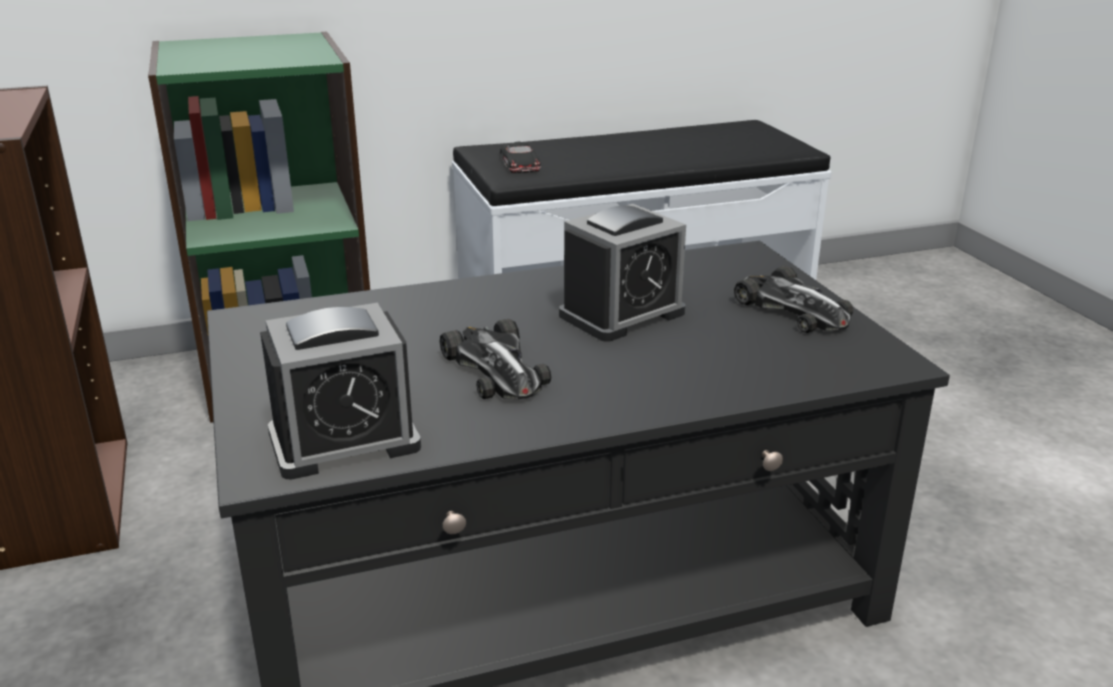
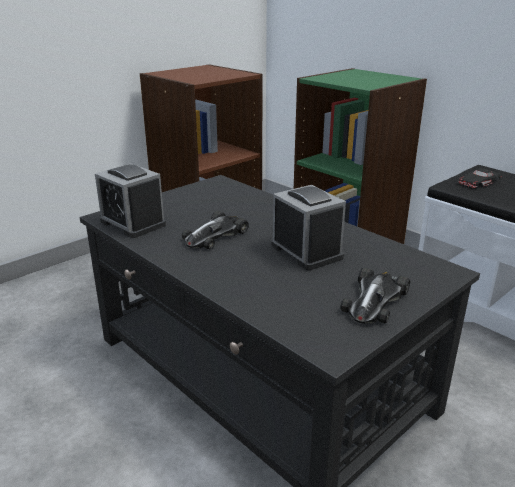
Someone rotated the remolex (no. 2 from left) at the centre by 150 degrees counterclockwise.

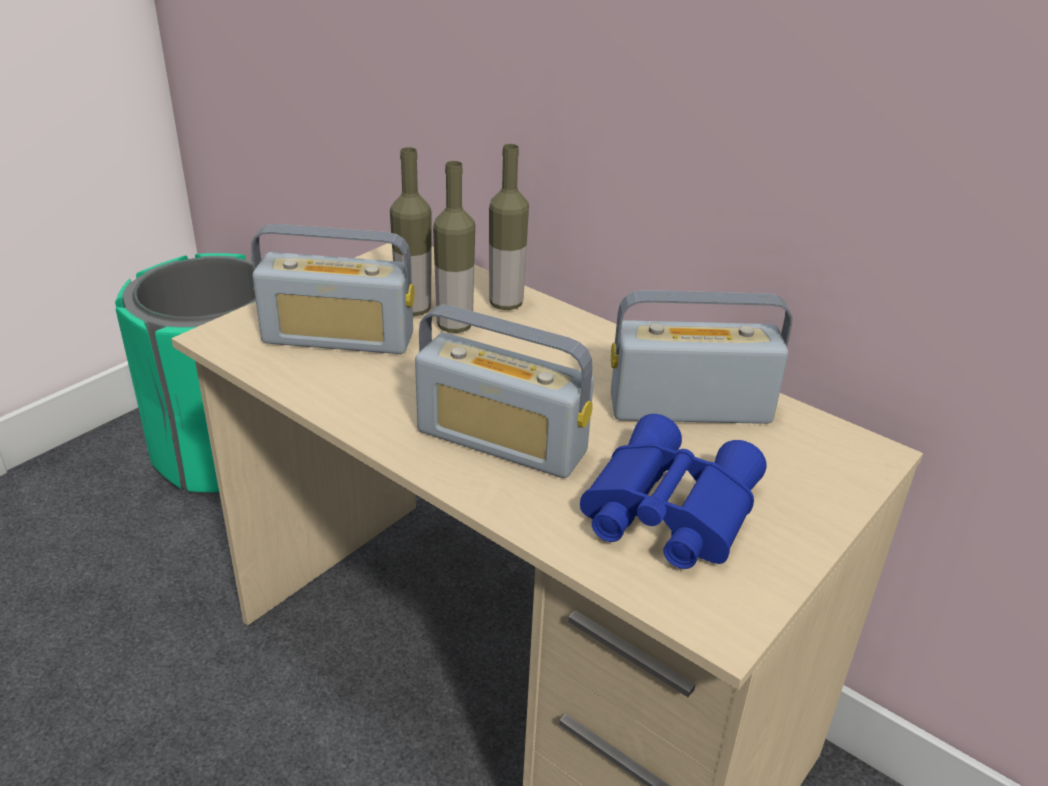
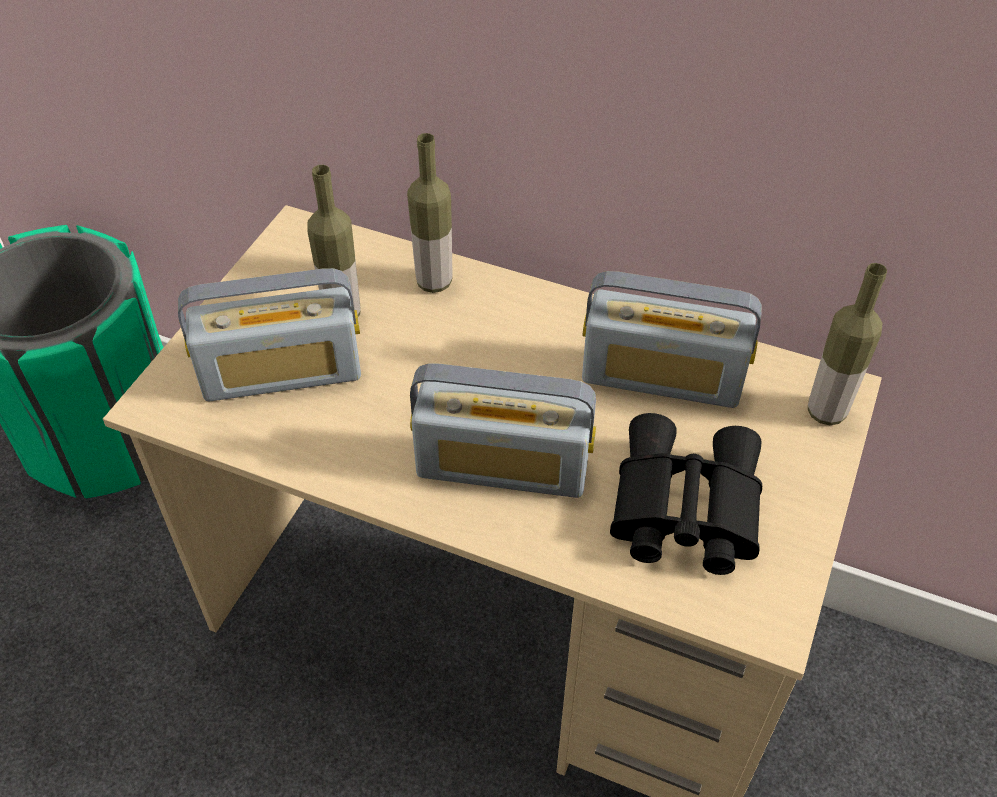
Someone carried the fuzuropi (no. 2 from left in the first image) from the top centre to the middle right. Someone repainted the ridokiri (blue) at the centre, which became the ridokiri (black) at the middle right. Someone rotated the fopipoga (no. 3 from left) at the middle right by 150 degrees counterclockwise.

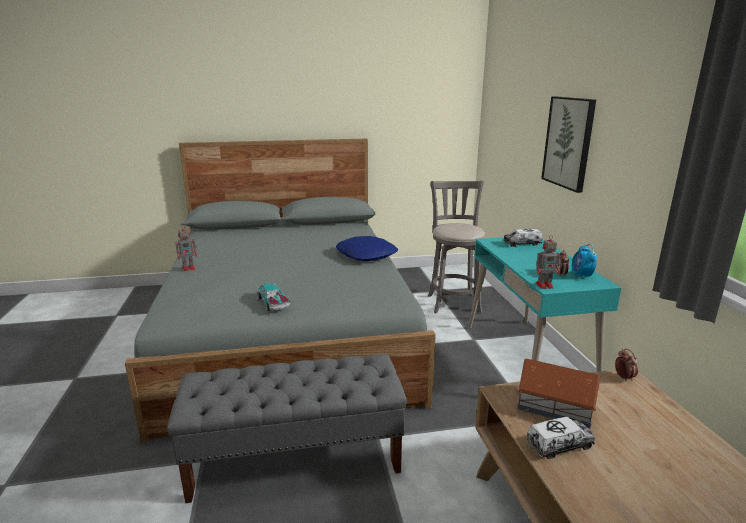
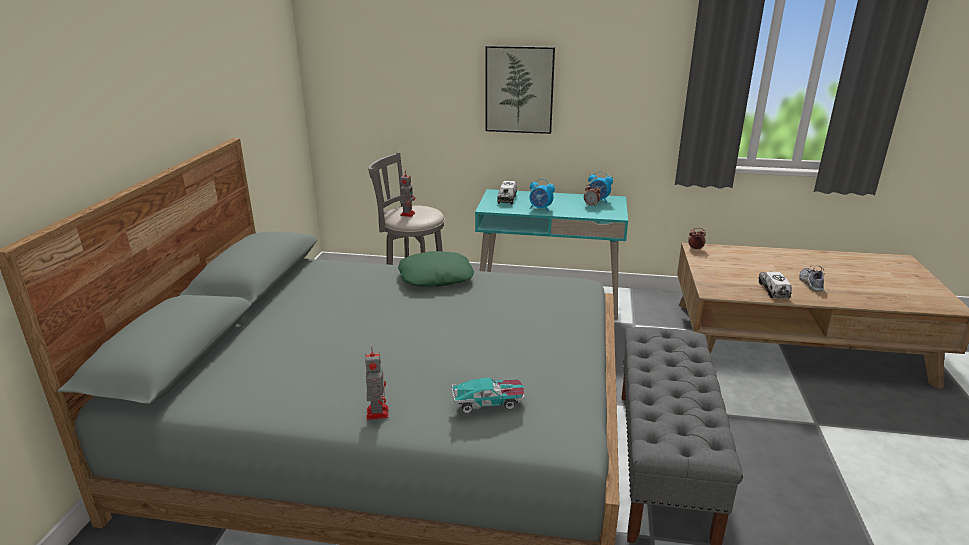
Someone carried the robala from the centre to the bottom centre. Someone repainted the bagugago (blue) at the centre, which became the bagugago (green) at the centre. Someone took away the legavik at the bottom right. Someone carried the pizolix (no. 2 from left) from the middle right to the centre. Someone put down the remolex (no. 1 from left) at the centre. Someone put down the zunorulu at the middle right.

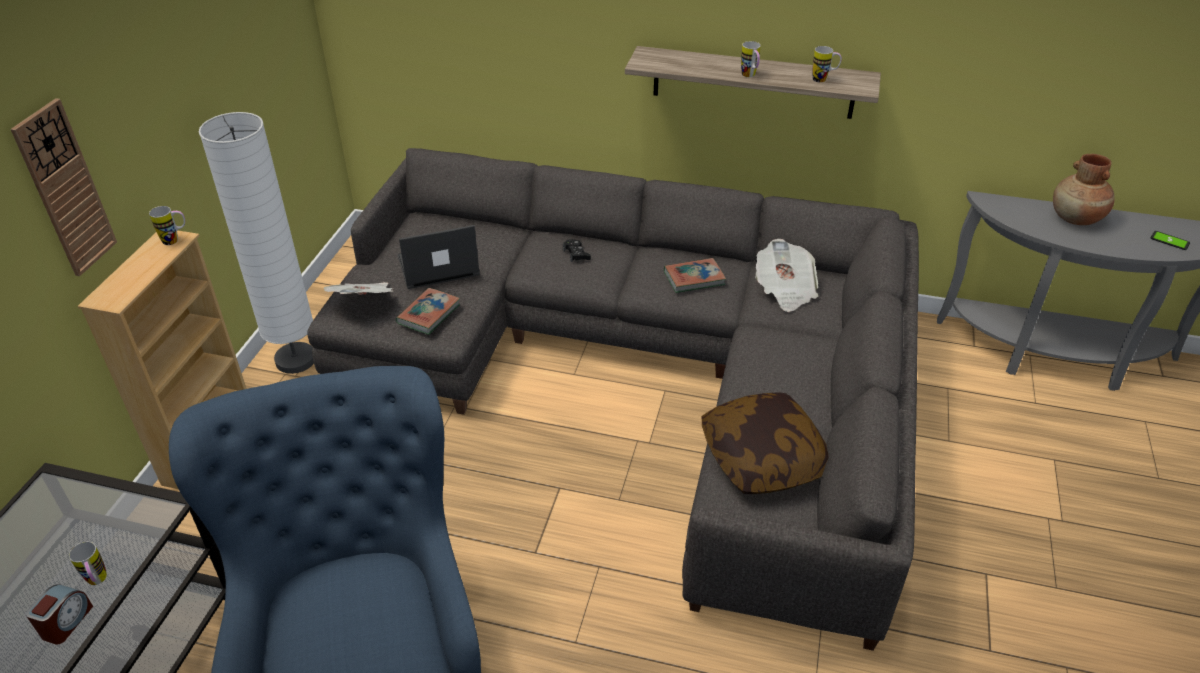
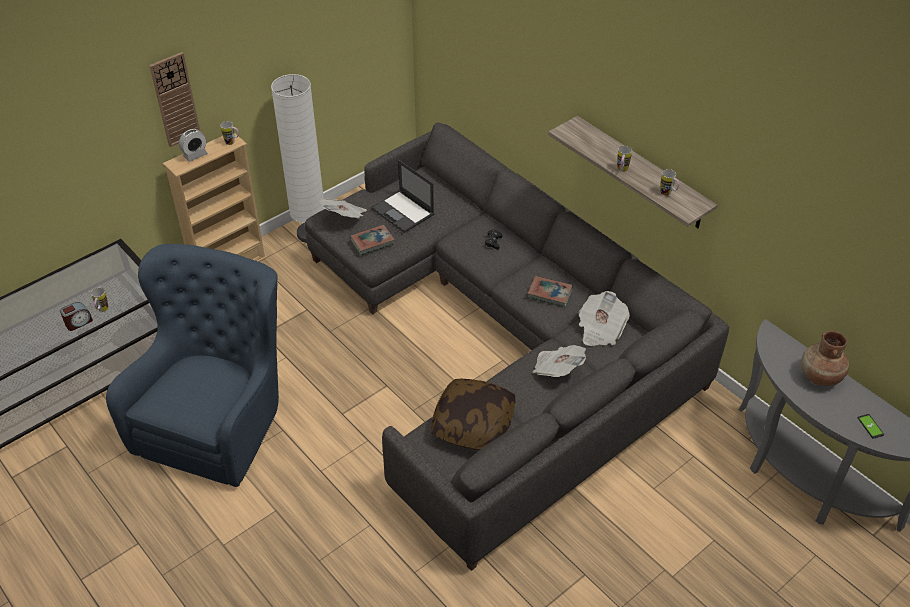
Someone rotated the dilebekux at the centre by 150 degrees counterclockwise. Someone put down the remolex (no. 2 from left) at the top left. Someone put down the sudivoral (no. 2 from left) at the centre.

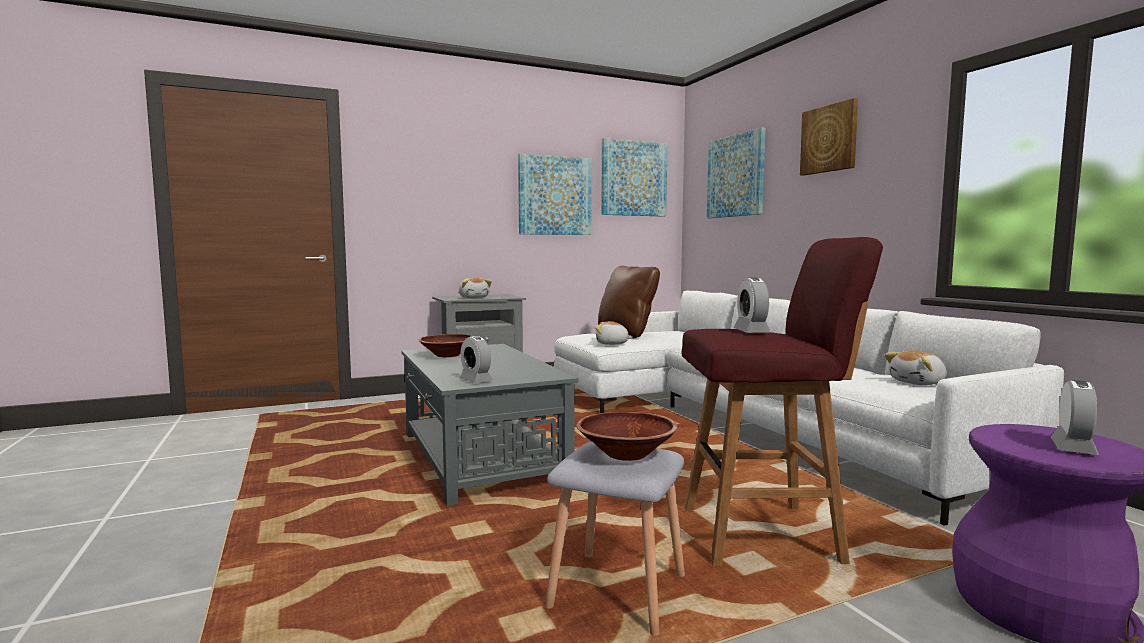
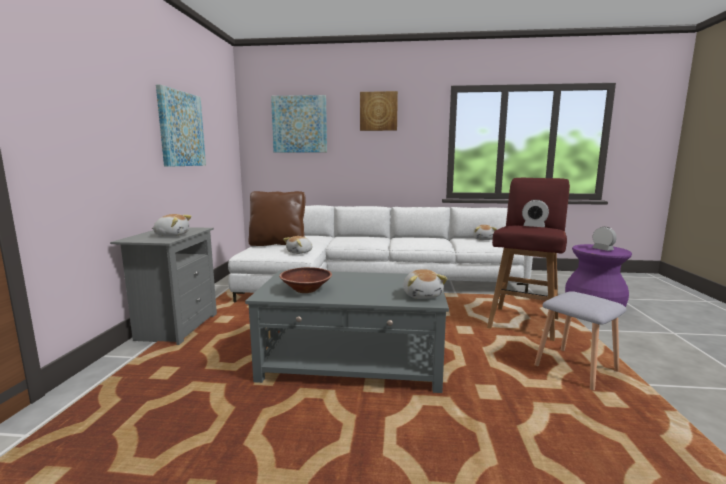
Someone swapped the remolex (no. 1 from left) at the centre for the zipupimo (no. 3 from left) at the centre. Someone took away the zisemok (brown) (no. 2 from left) at the bottom centre. Someone took away the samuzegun (no. 2 from left) at the top centre.

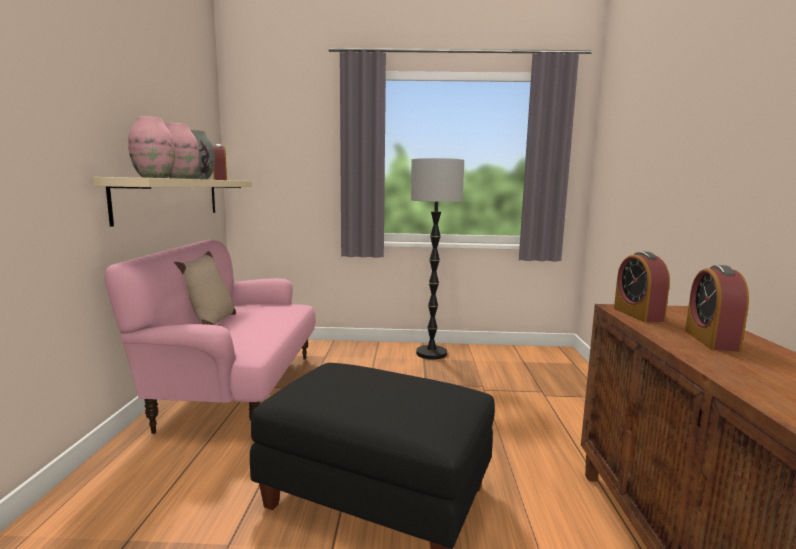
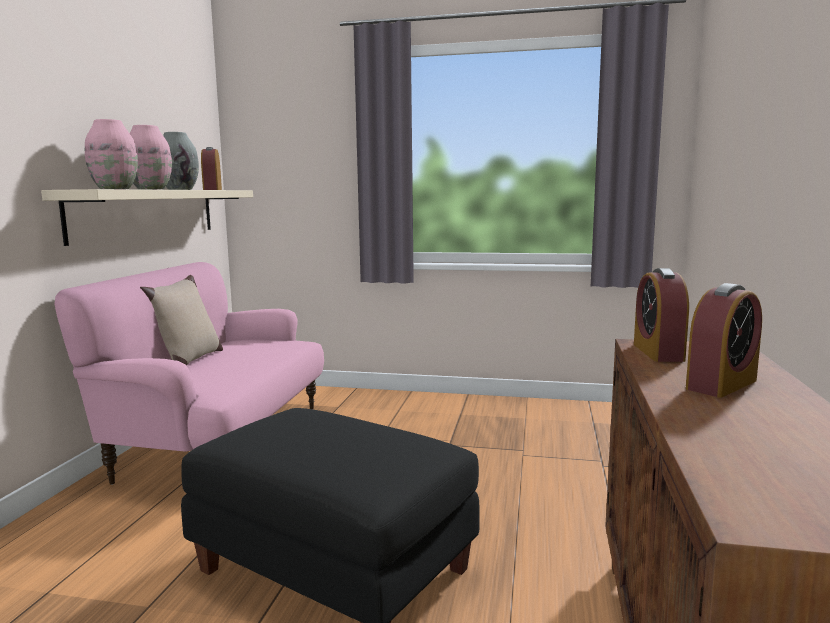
Someone took away the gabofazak at the centre. Someone rotated the remolex (no. 3 from left) at the middle right by 150 degrees counterclockwise.

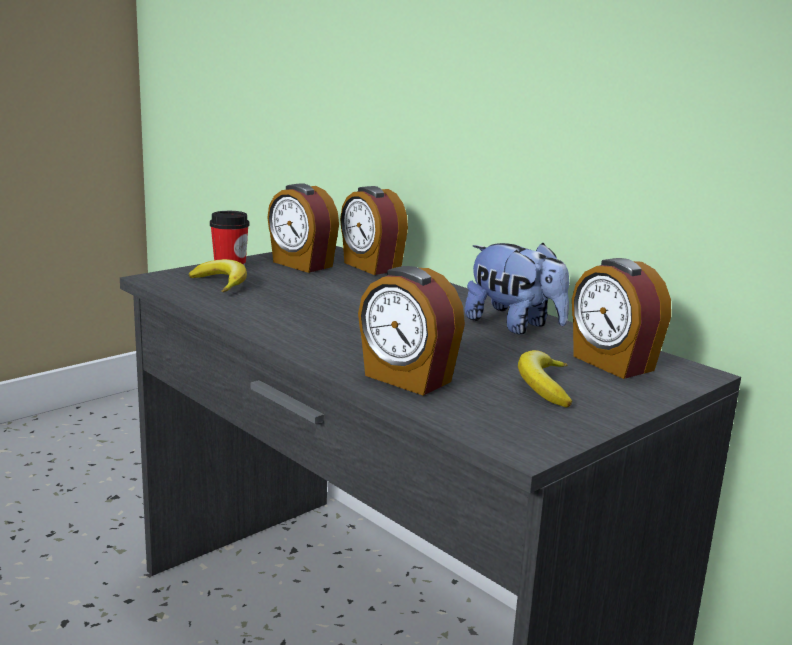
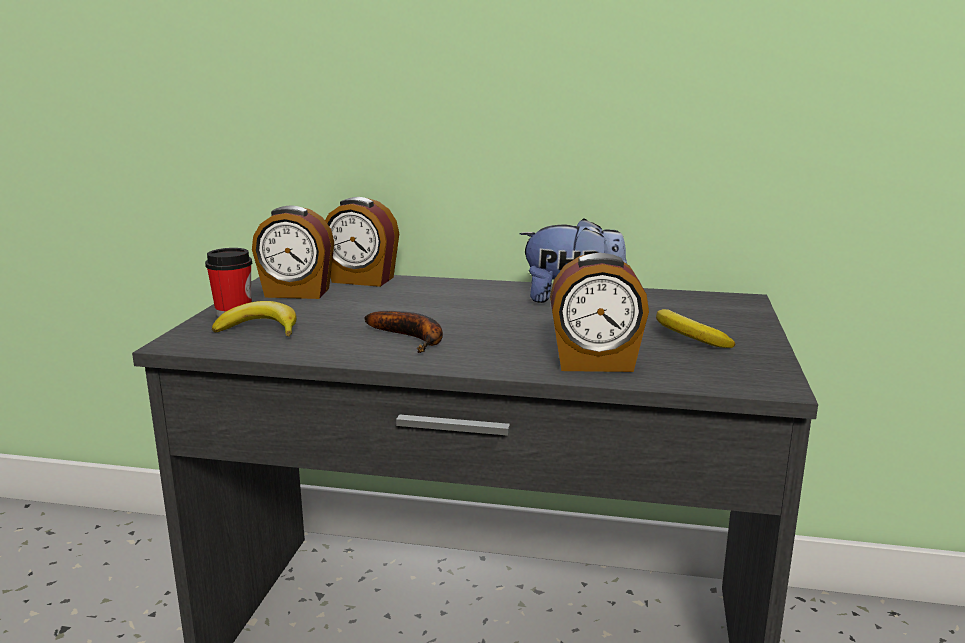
Someone took away the remolex (no. 4 from left) at the middle right. Someone put down the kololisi (no. 2 from left) at the centre.

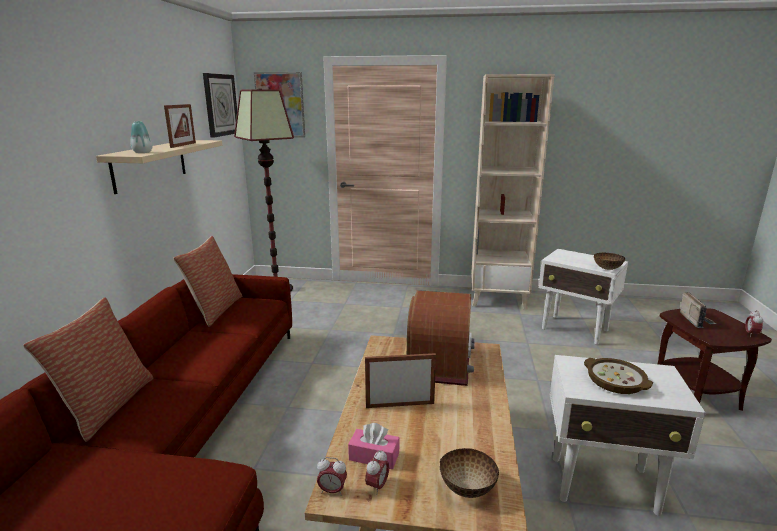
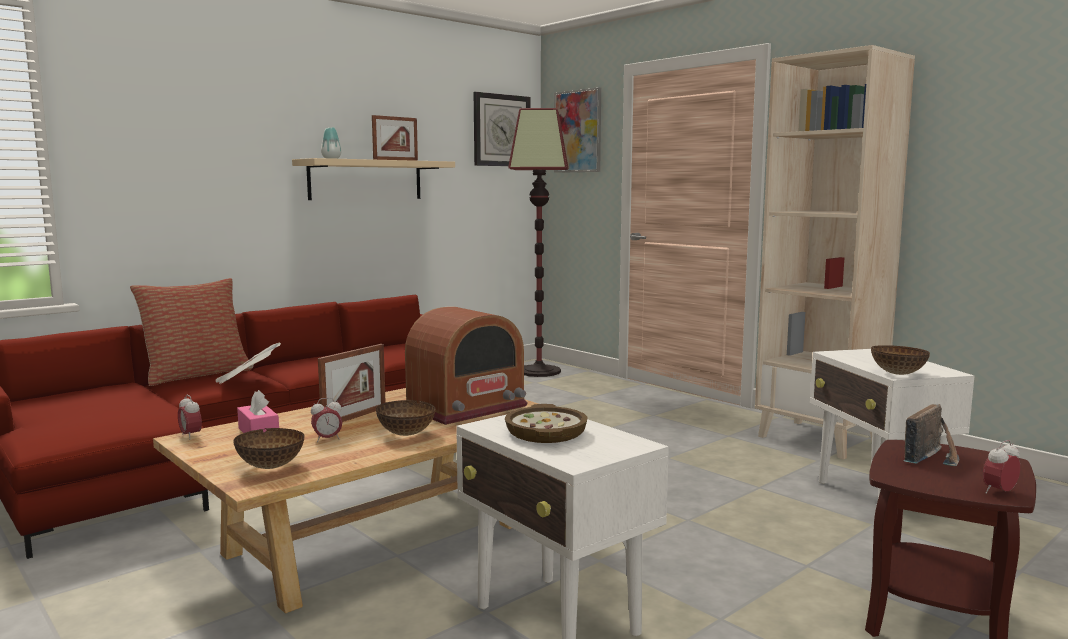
Someone took away the bagugago (no. 2 from left) at the middle left. Someone rotated the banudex (no. 2 from left in the first image) at the bottom centre by 90 degrees clockwise. Someone carried the remolex (no. 2 from left) from the bottom centre to the middle left. Someone put down the sudivoral at the middle left. Someone put down the zisemok (no. 2 from left) at the centre.

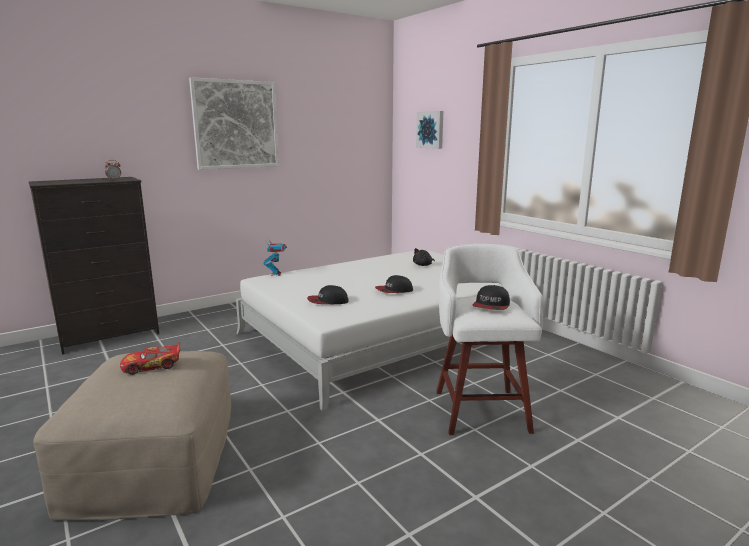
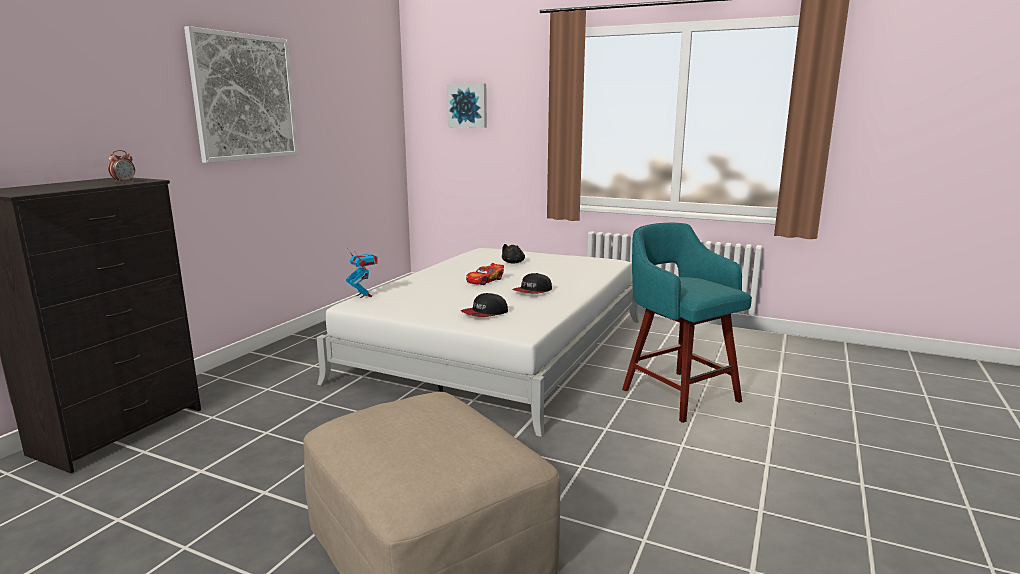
Someone carried the robala from the middle left to the centre. Someone repainted the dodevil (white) at the centre, which became the dodevil (turquoise) at the middle right. Someone took away the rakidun (no. 3 from left) at the centre.

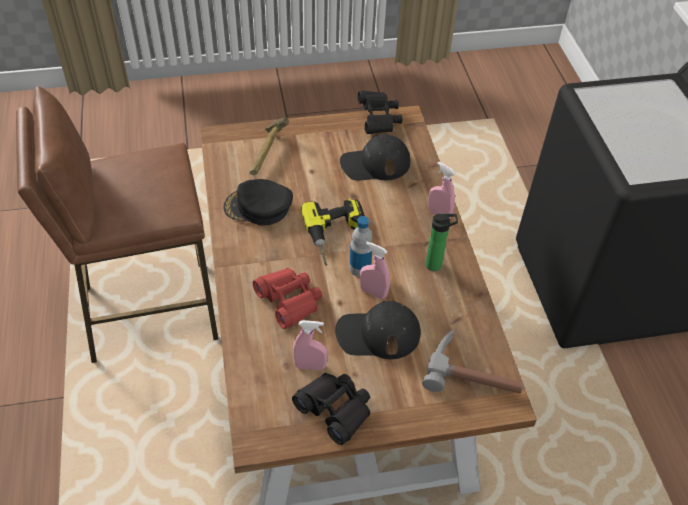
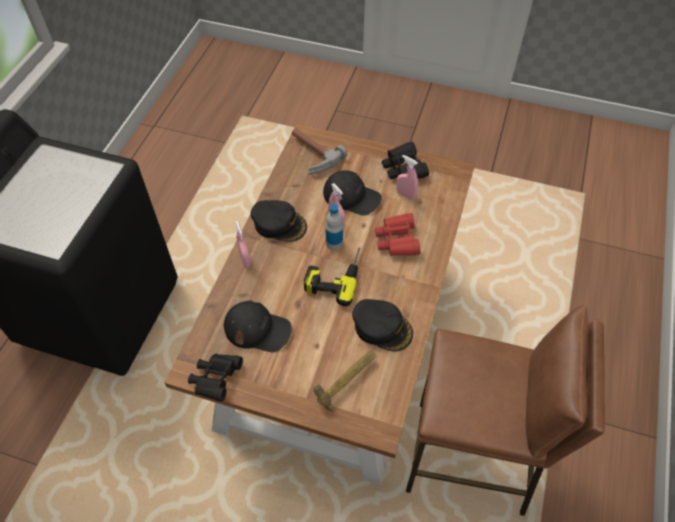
Someone swapped the fuzuropi (no. 2 from left) at the centre for the rakidun (black) (no. 2 from left) at the centre.

